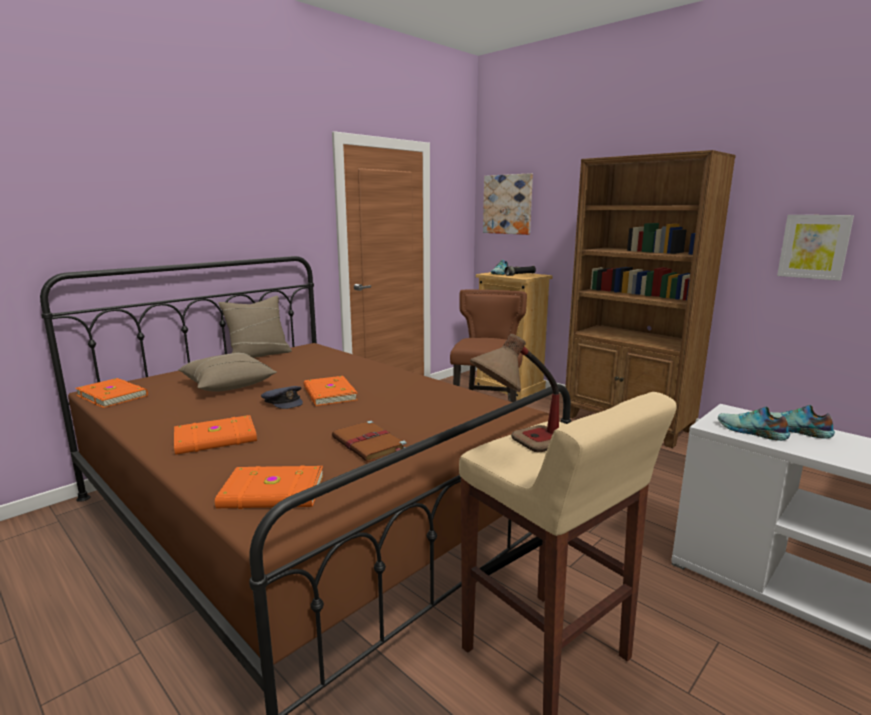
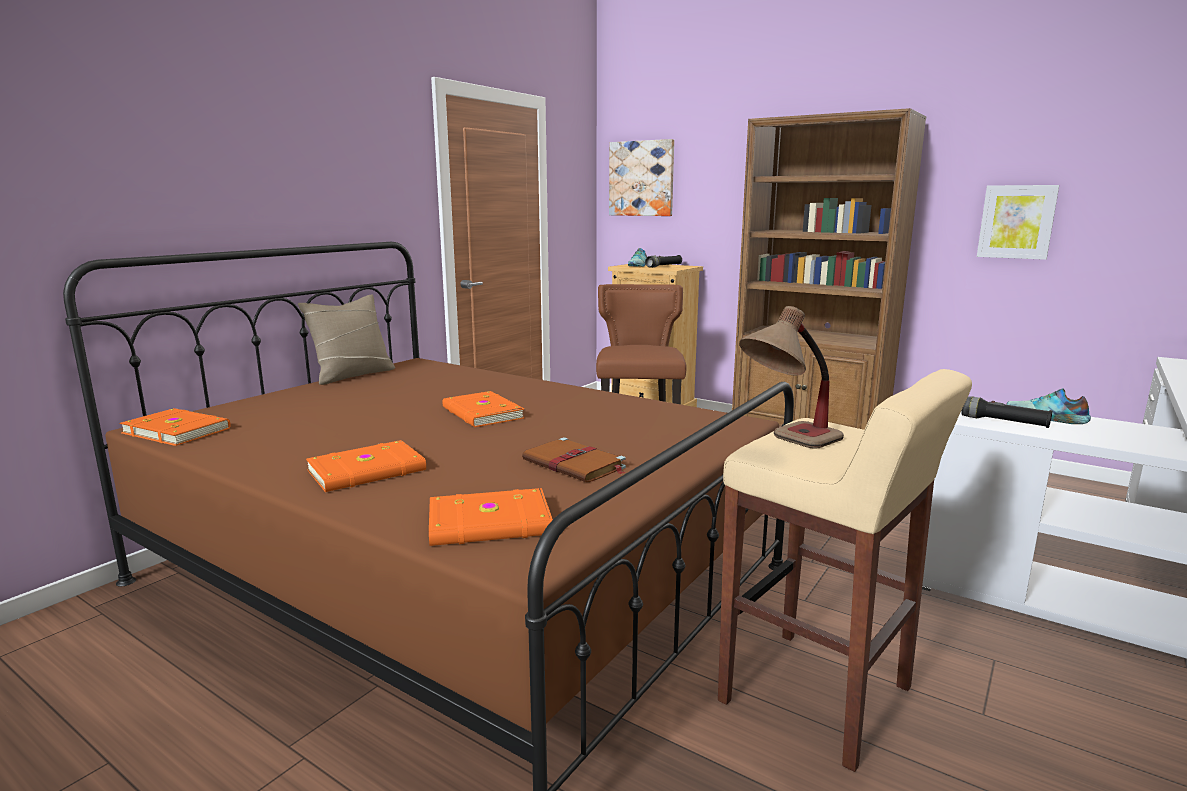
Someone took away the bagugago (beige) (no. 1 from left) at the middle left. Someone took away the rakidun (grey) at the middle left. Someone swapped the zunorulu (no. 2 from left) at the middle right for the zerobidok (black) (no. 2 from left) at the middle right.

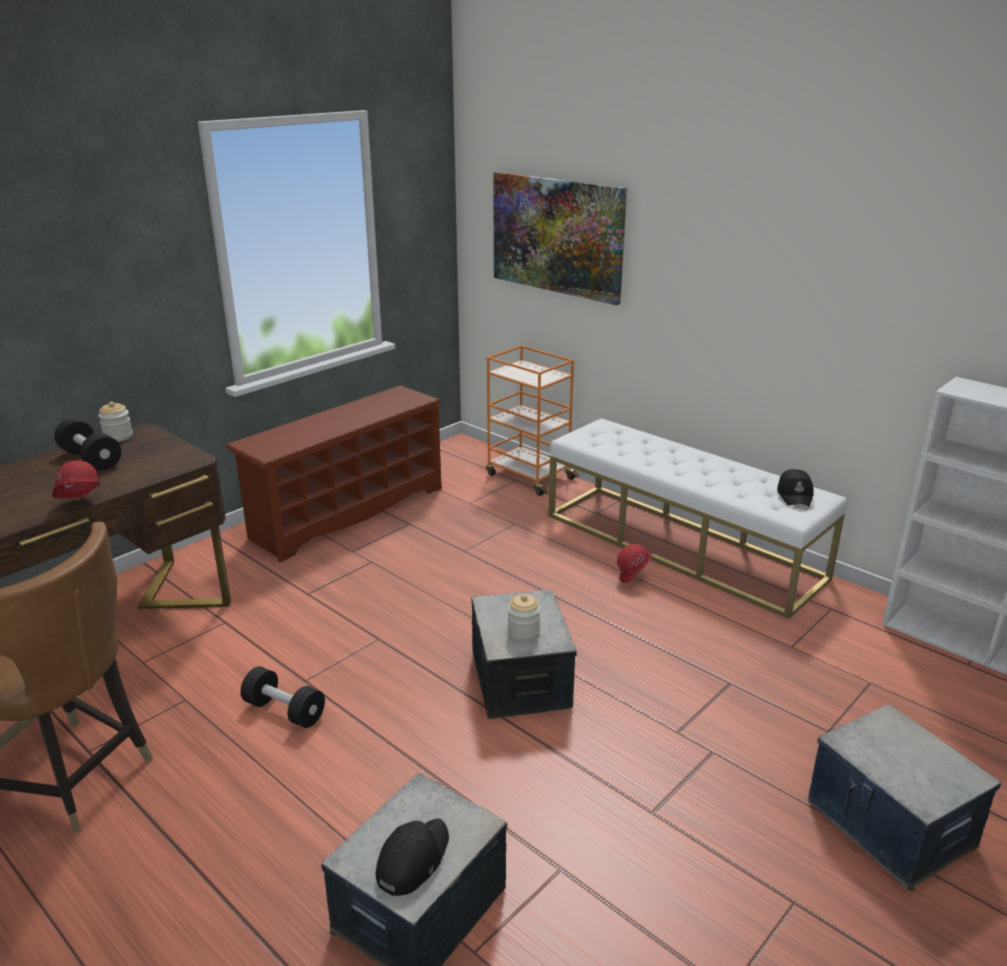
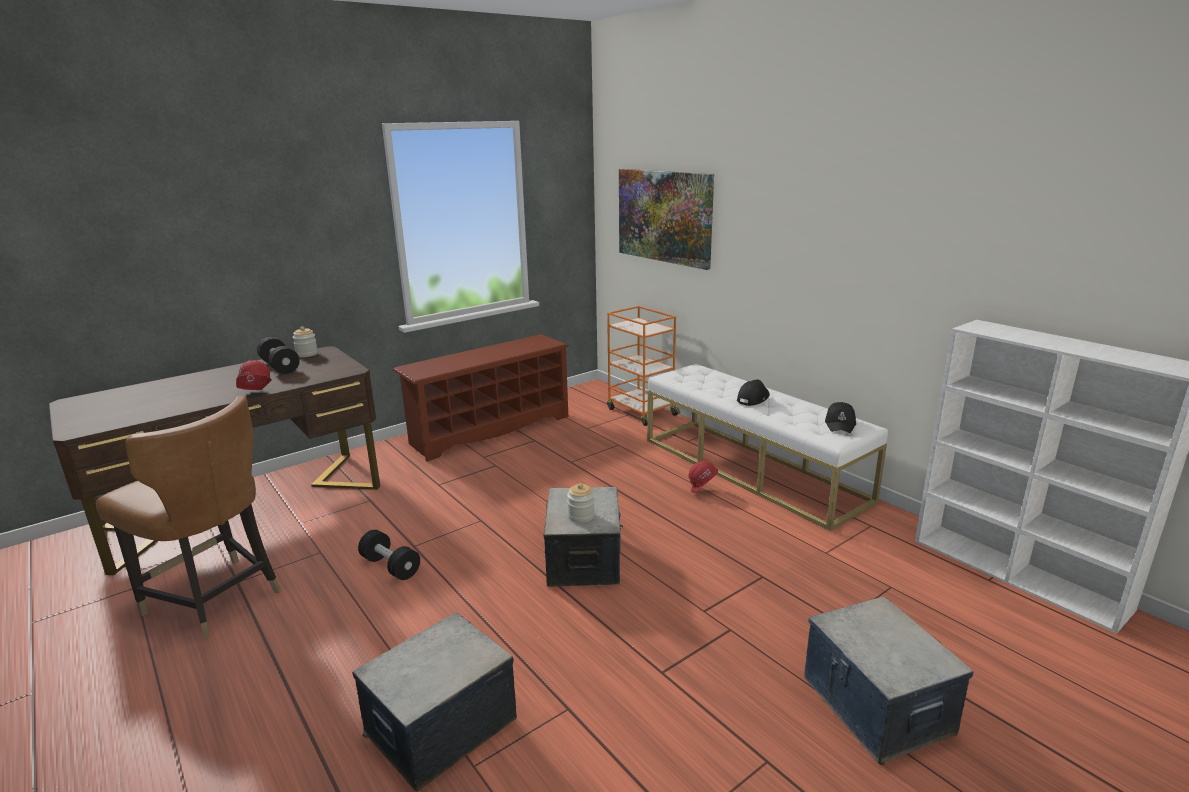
Someone carried the rakidun (black) (no. 1 from left) from the bottom centre to the centre.

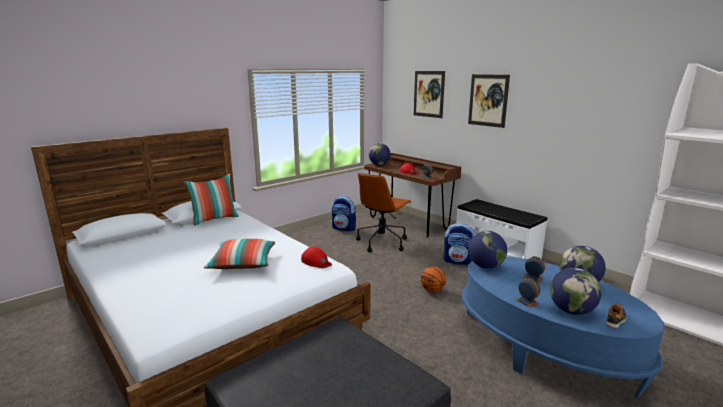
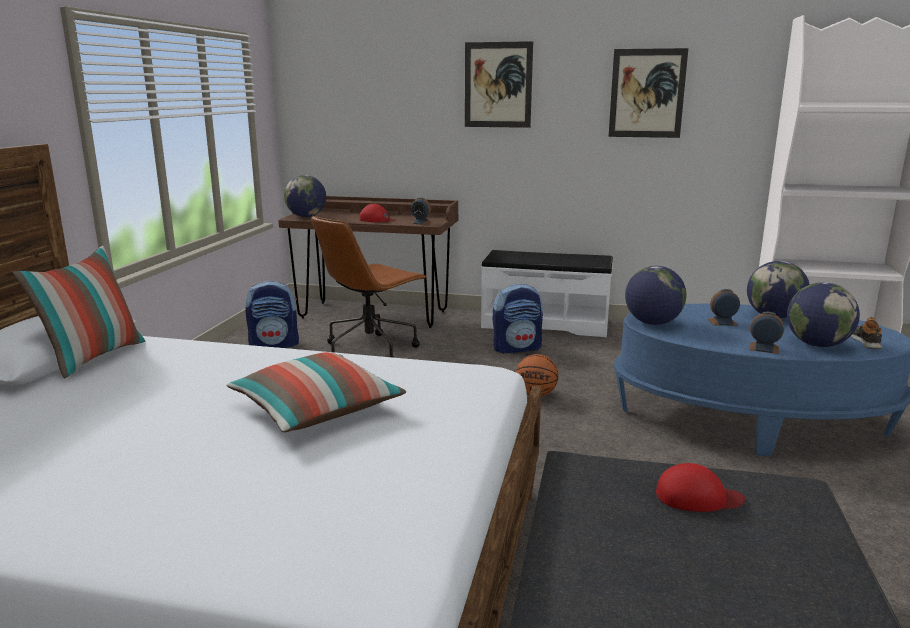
Someone carried the rakidun (red) (no. 1 from left in the first image) from the centre to the bottom right. Someone rotated the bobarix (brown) at the centre by 45 degrees clockwise. Someone carried the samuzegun (no. 1 from left in the first image) from the top centre to the top right.

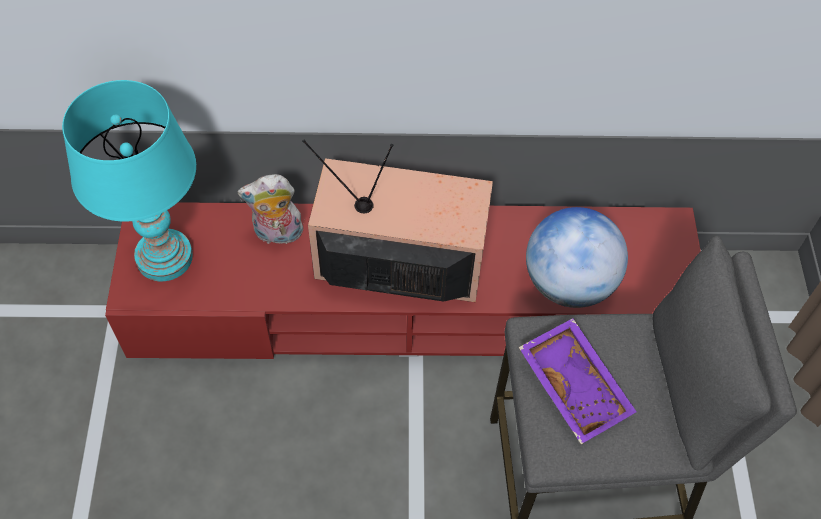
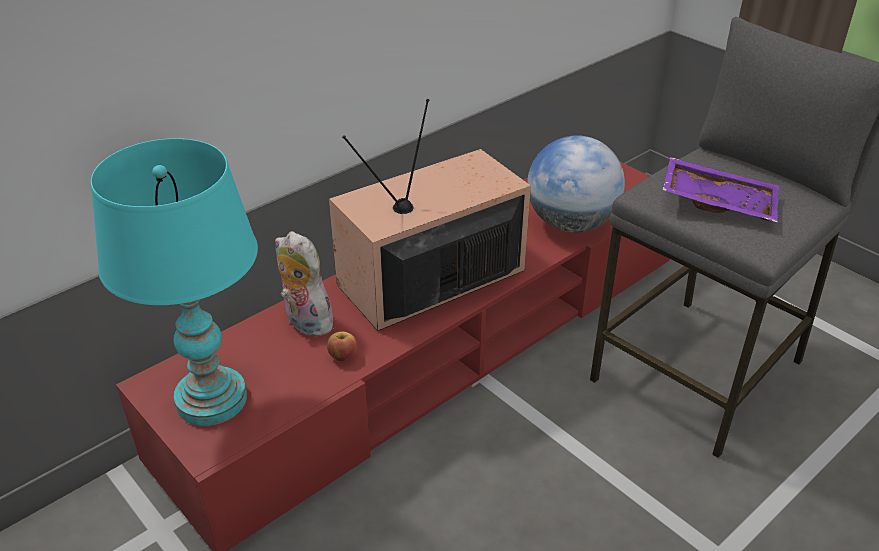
Someone rotated the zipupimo at the middle left by 90 degrees clockwise. Someone put down the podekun at the centre.

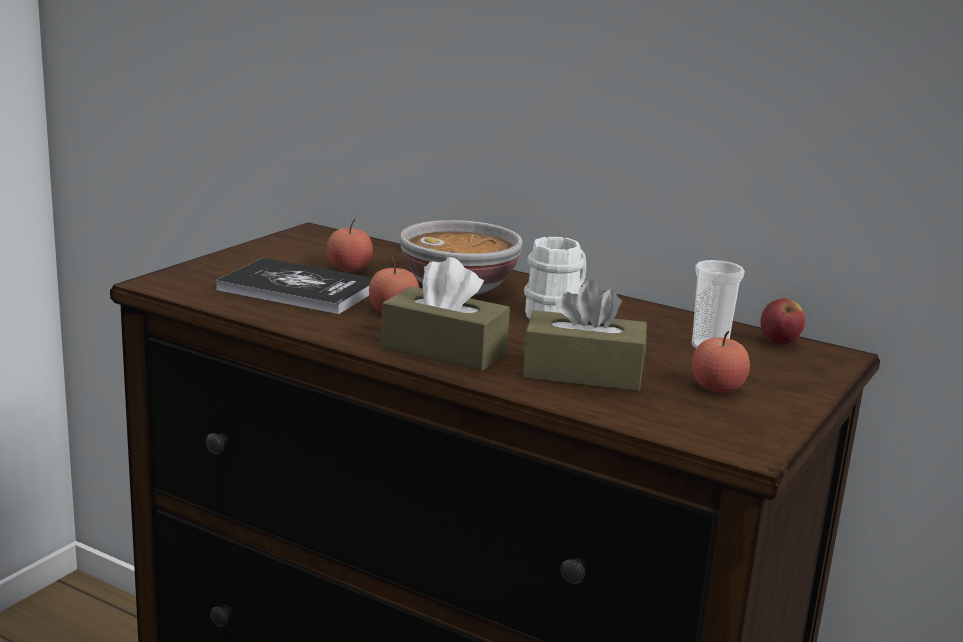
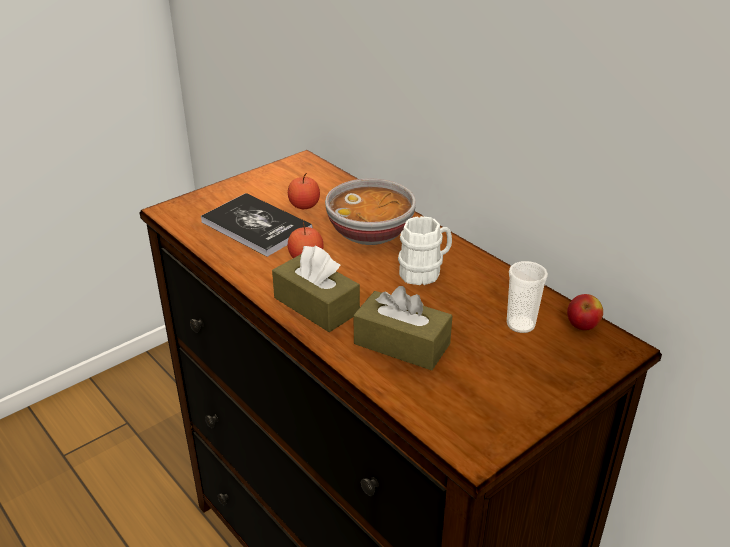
Someone took away the podekun (no. 3 from left) at the middle right.

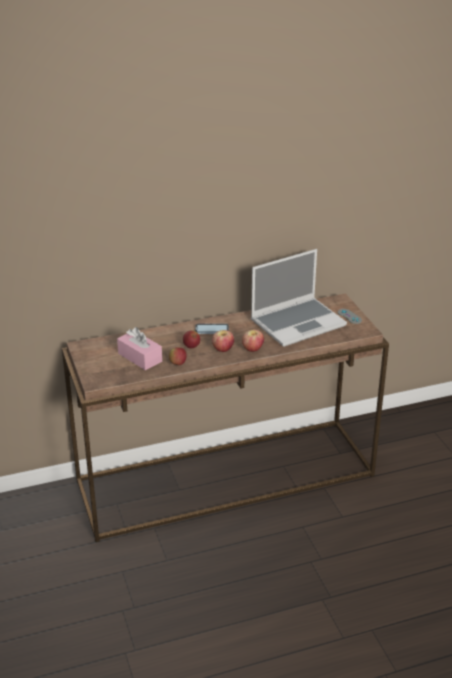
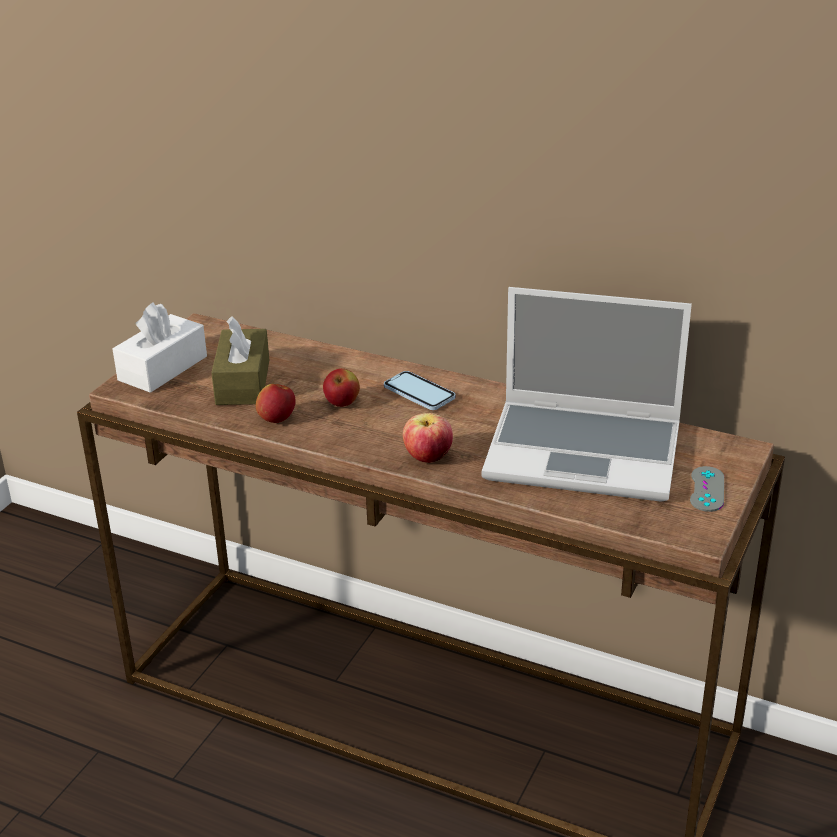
Someone repainted the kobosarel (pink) at the middle left, which became the kobosarel (brown) at the middle left. Someone took away the podekun (no. 3 from left) at the centre. Someone put down the kobosarel (white) at the middle left.

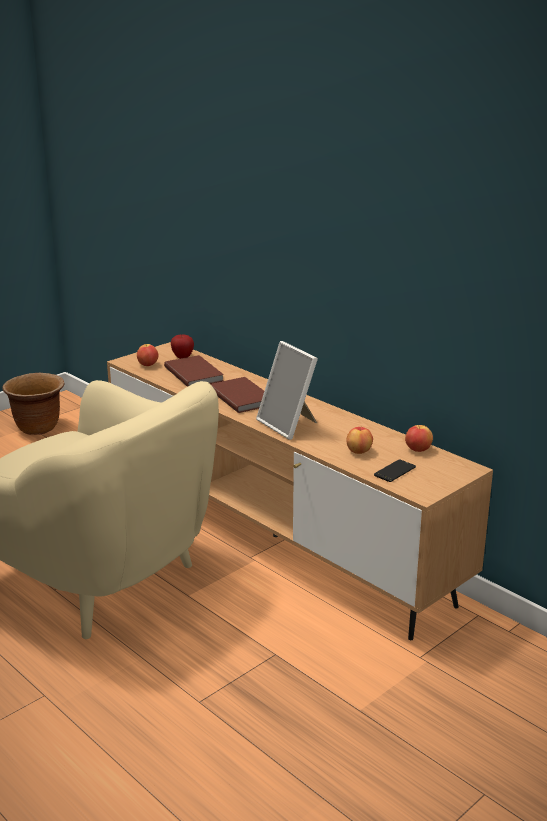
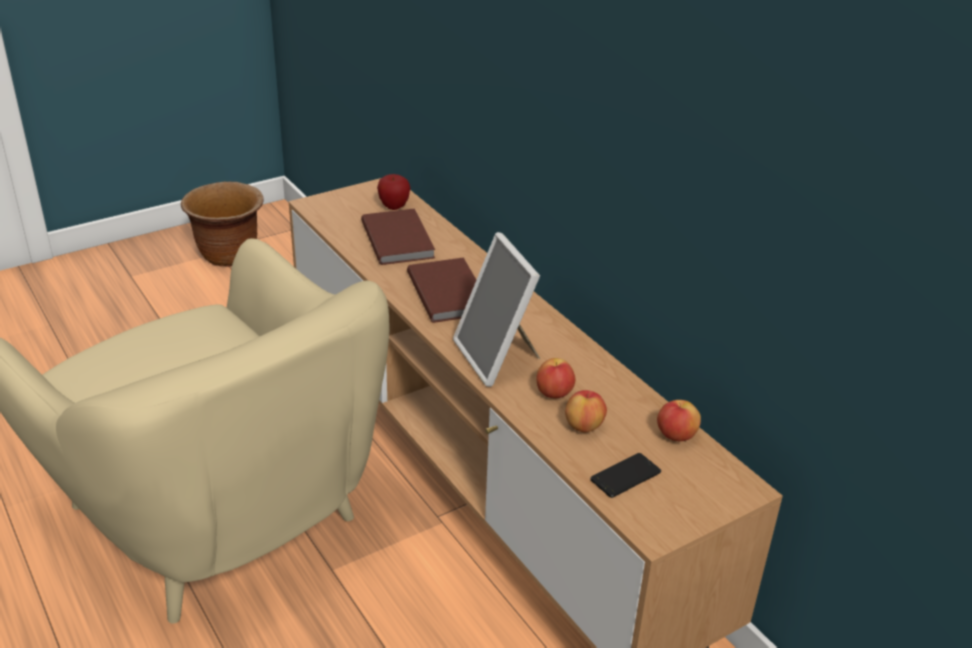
Someone carried the podekun (no. 1 from left in the first image) from the middle left to the centre.

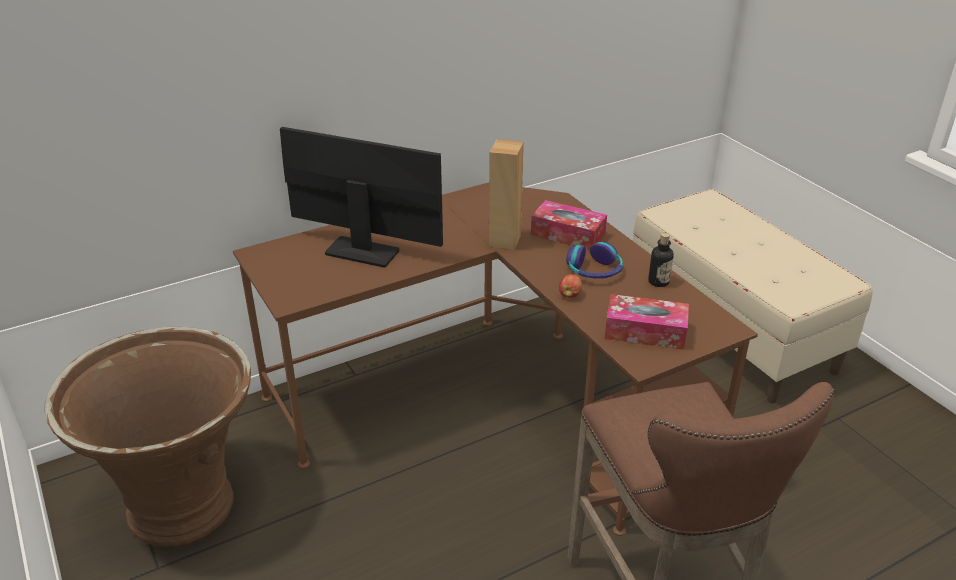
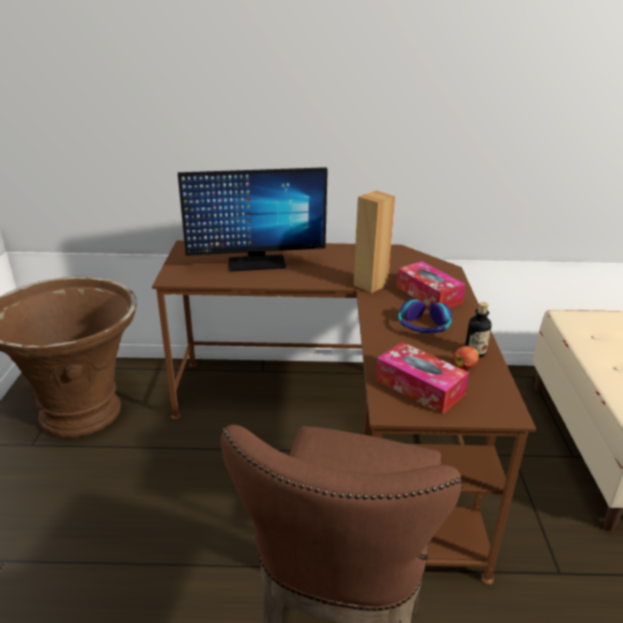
Someone rotated the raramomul at the centre by 120 degrees clockwise. Someone carried the podekun from the centre to the middle right.

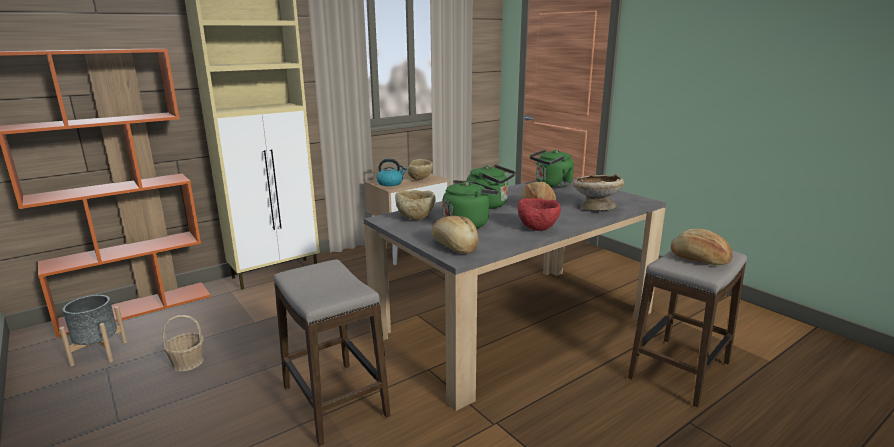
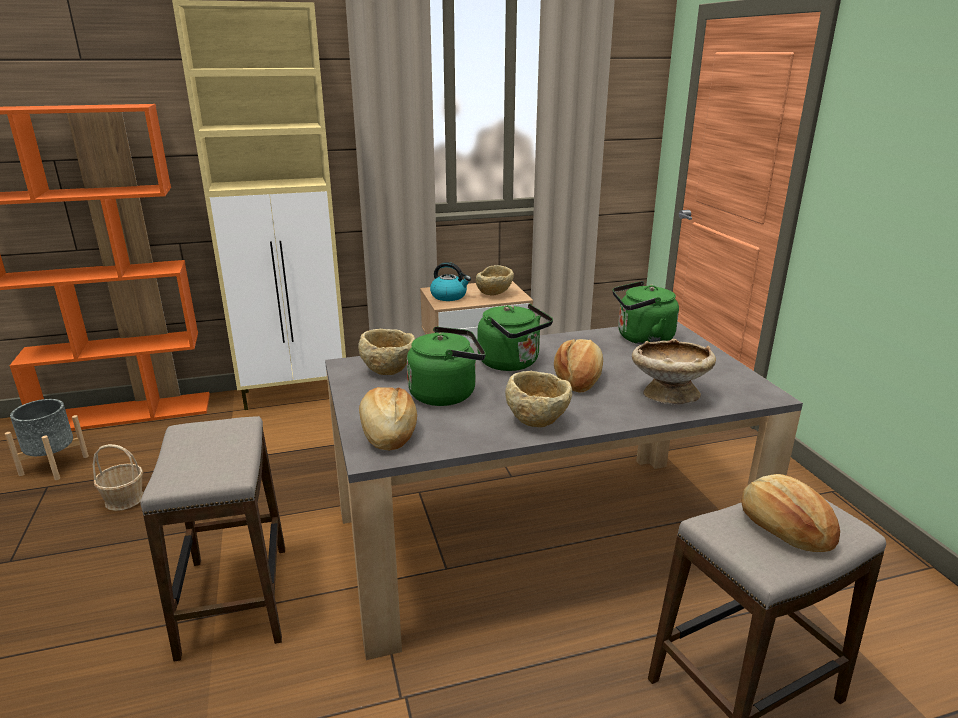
Someone repainted the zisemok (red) at the centre, which became the zisemok (beige) (no. 3 from left) at the centre.

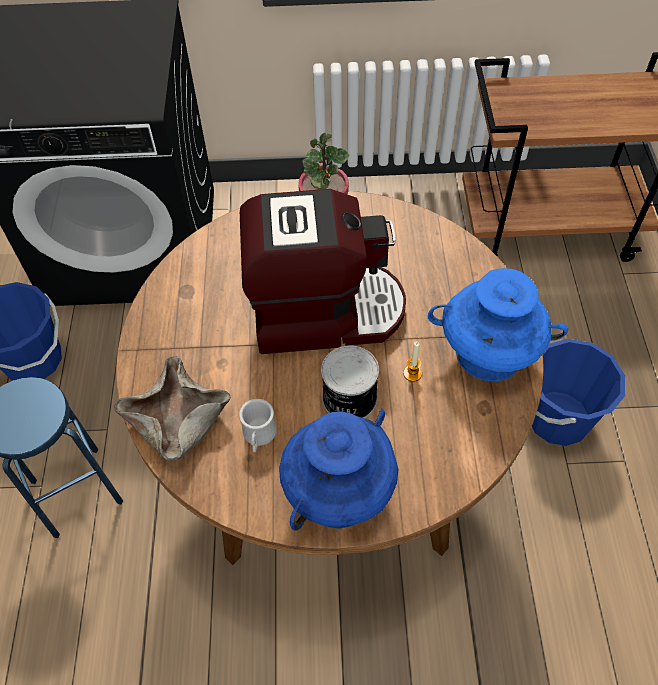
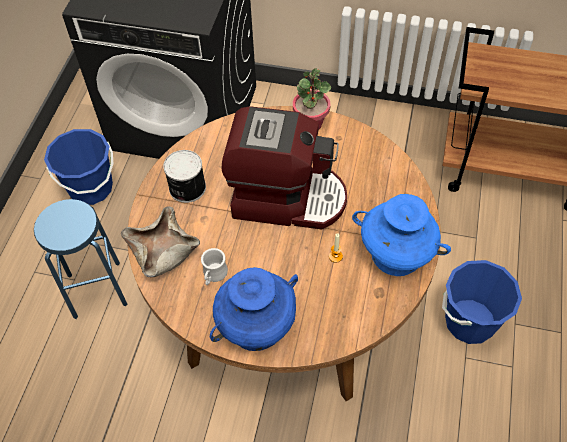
Someone carried the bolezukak from the centre to the middle left.

